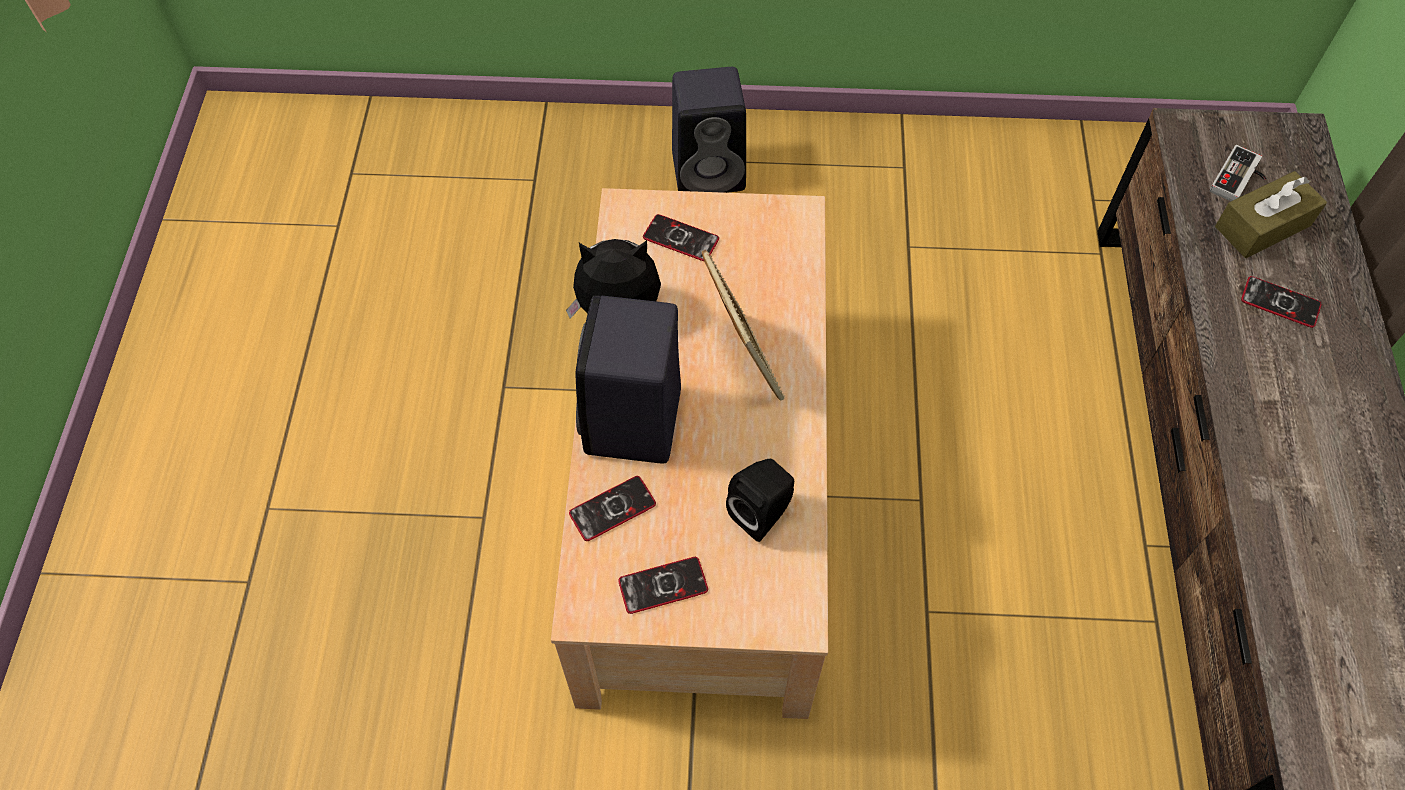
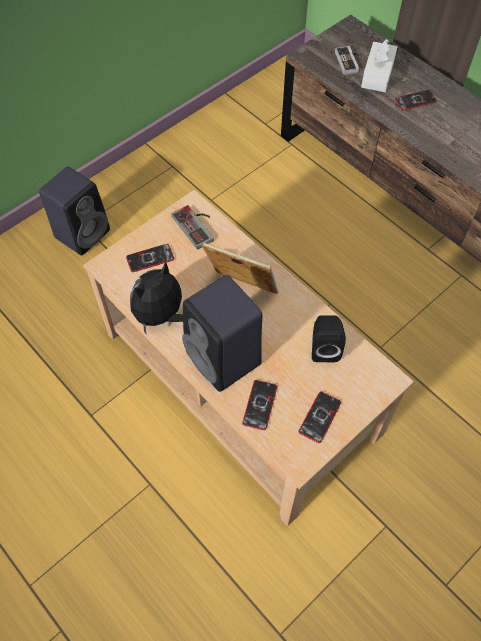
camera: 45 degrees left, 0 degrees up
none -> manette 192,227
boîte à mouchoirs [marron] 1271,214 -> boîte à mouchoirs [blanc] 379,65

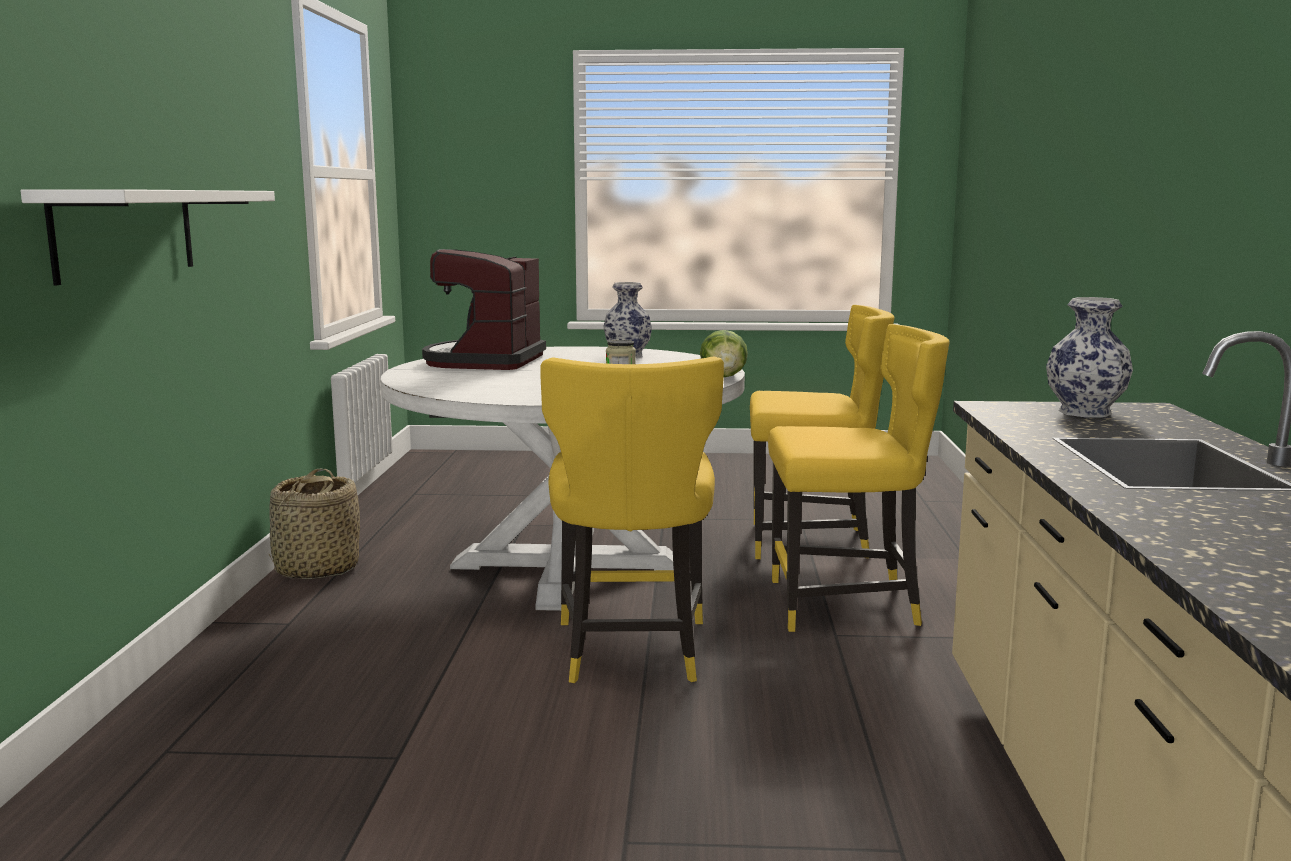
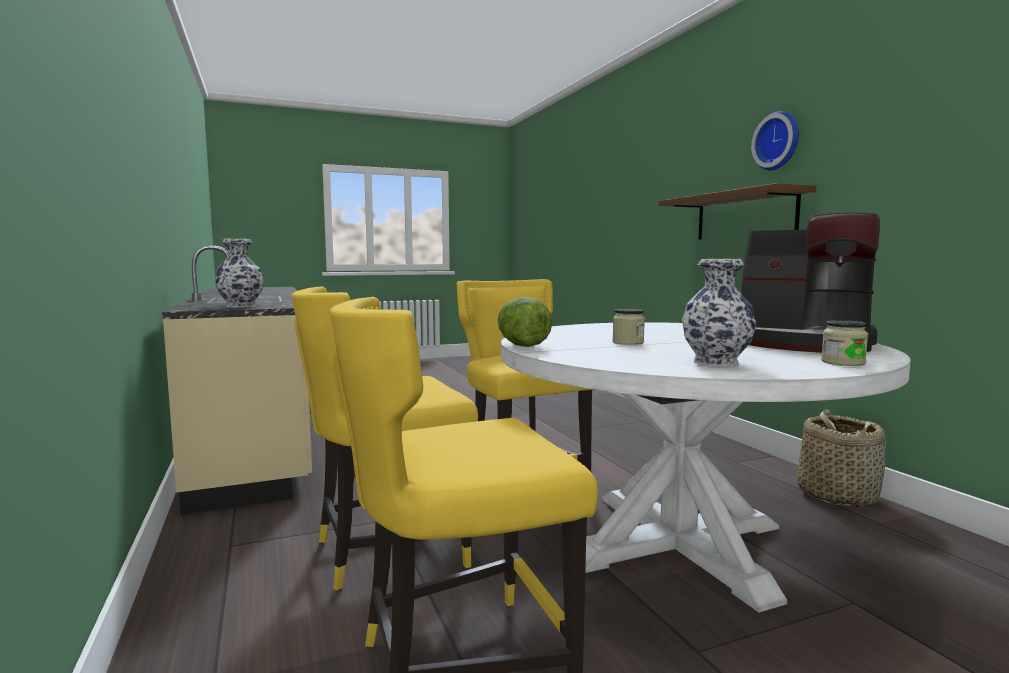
camera: 155 degrees right, 5 degrees down
none -> horloge murale 775,140
none -> bocal 844,343
étagère [blanc] 147,237 -> étagère [marron] 737,211
machine à café 484,309 -> machine à café 810,282, 135 degrees clockwise

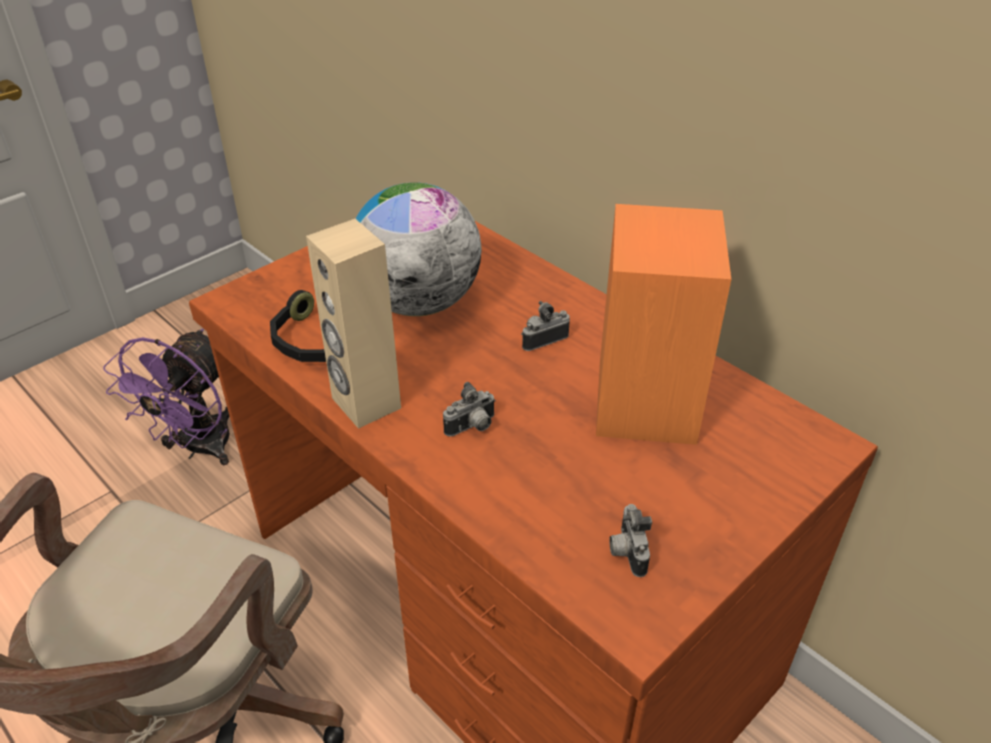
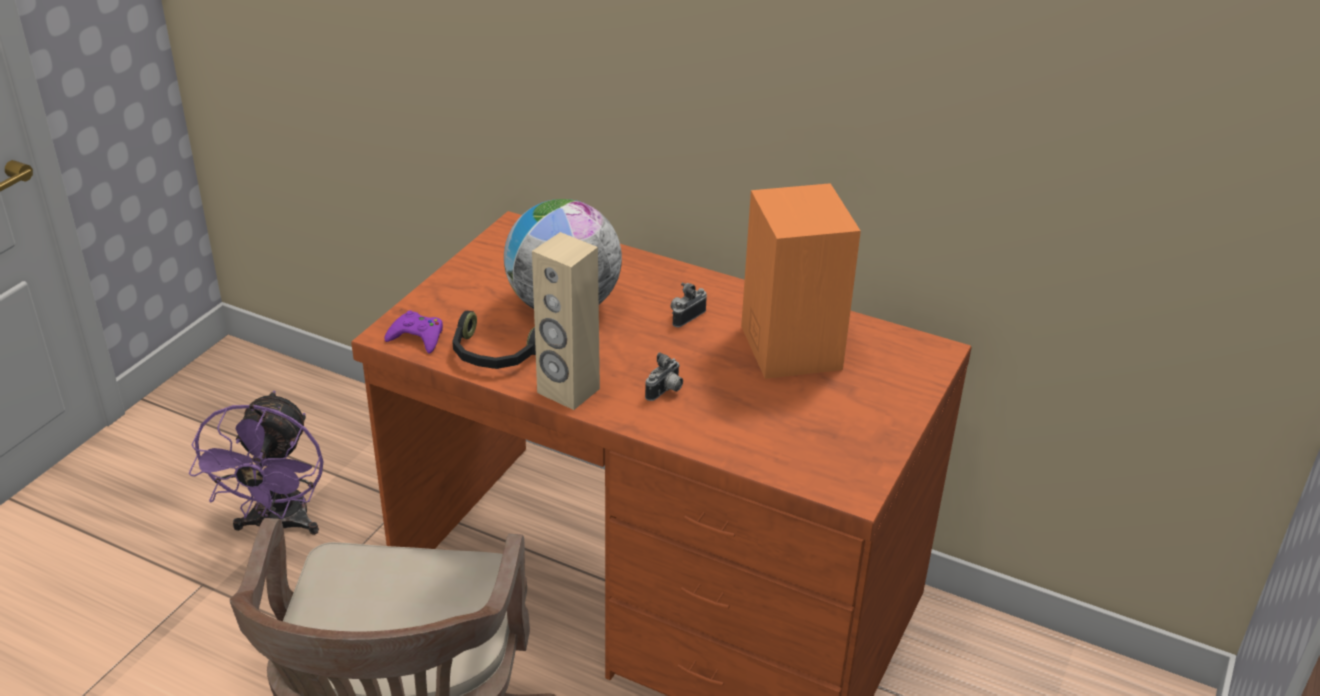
camera: 20 degrees left, 5 degrees down
appareil photo 630,540 -> none
none -> manette [violet] 413,331

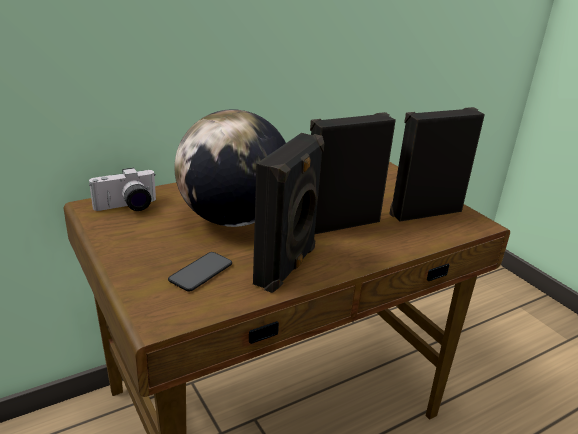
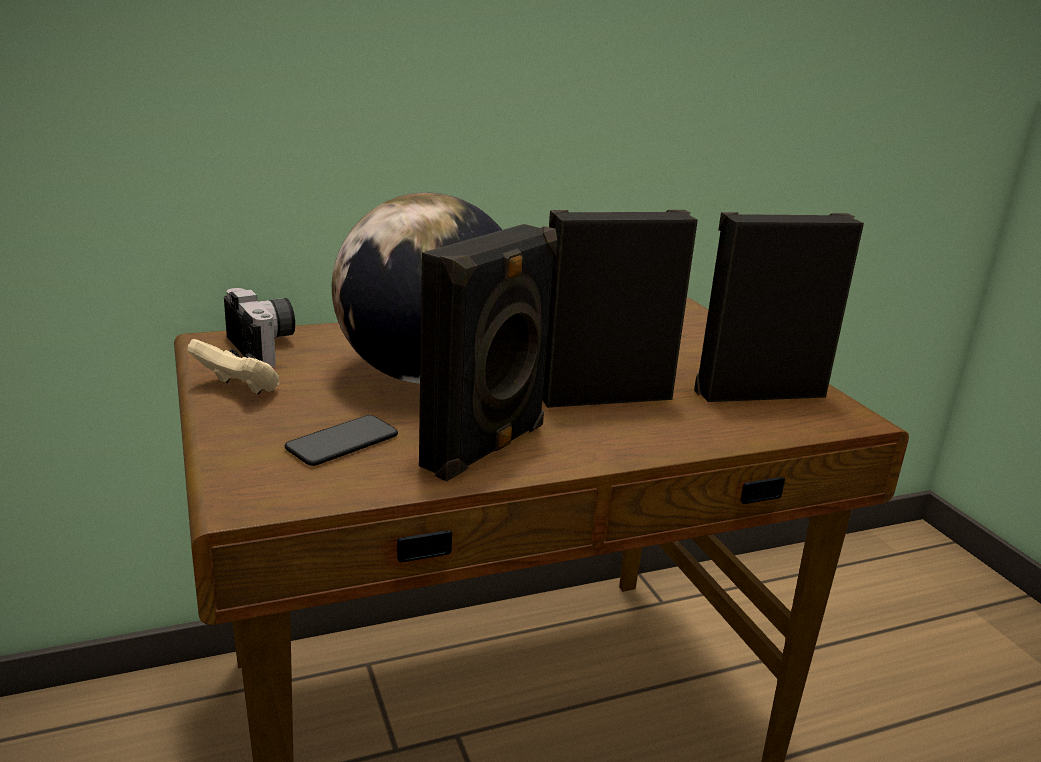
camera: 10 degrees right, 5 degrees down
none -> manette [beige] 233,366
appareil photo 122,189 -> appareil photo 259,327, 105 degrees counterclockwise

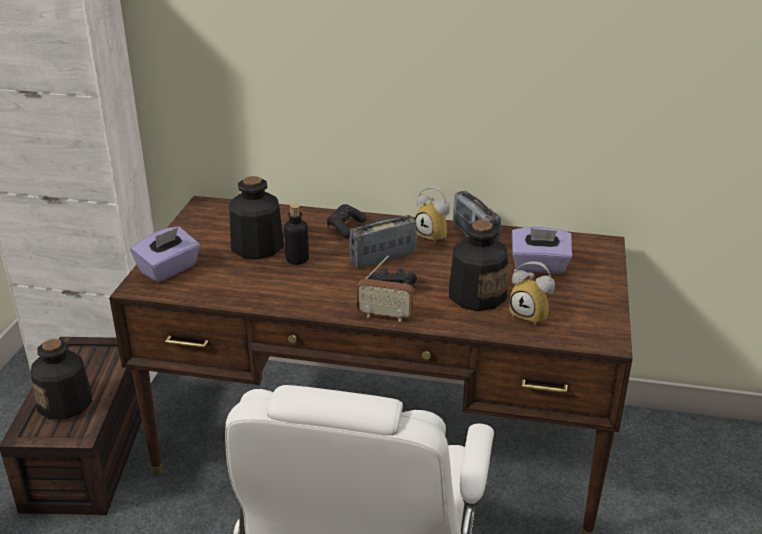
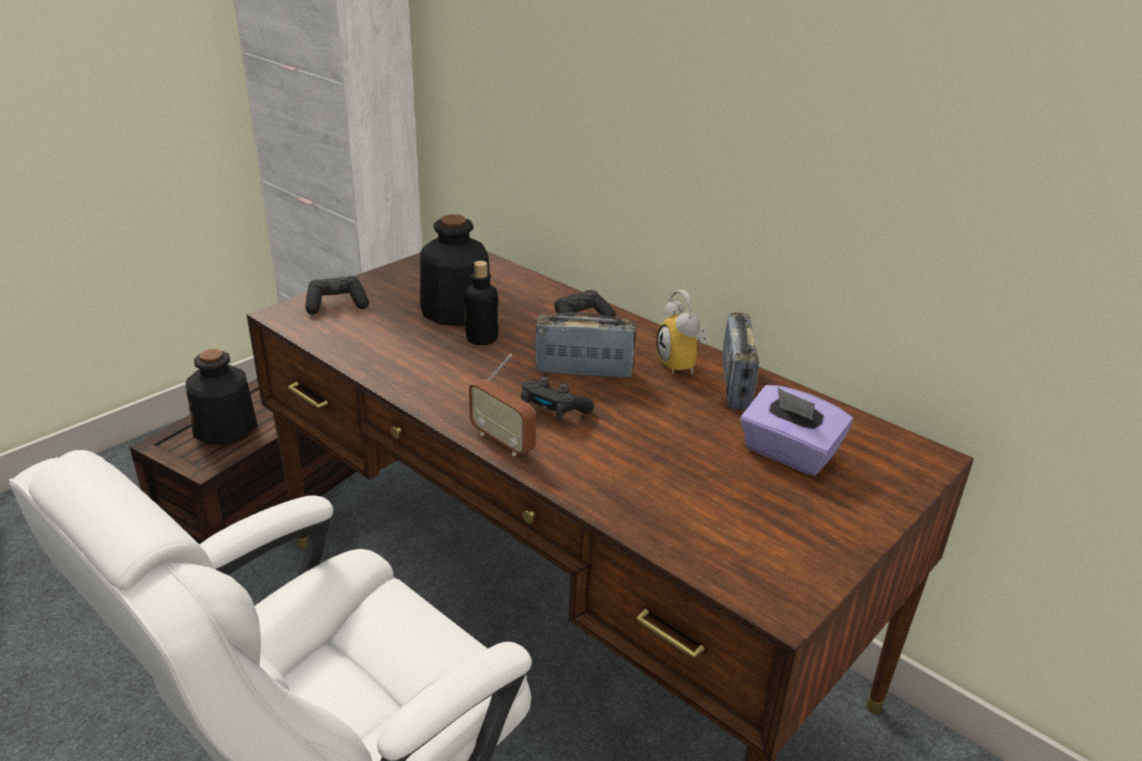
camera: 30 degrees right, 0 degrees up
bouteille 478,265 -> none
réveil 532,293 -> none
boîte à mouchoirs [violet] 165,254 -> manette [noir] 337,295

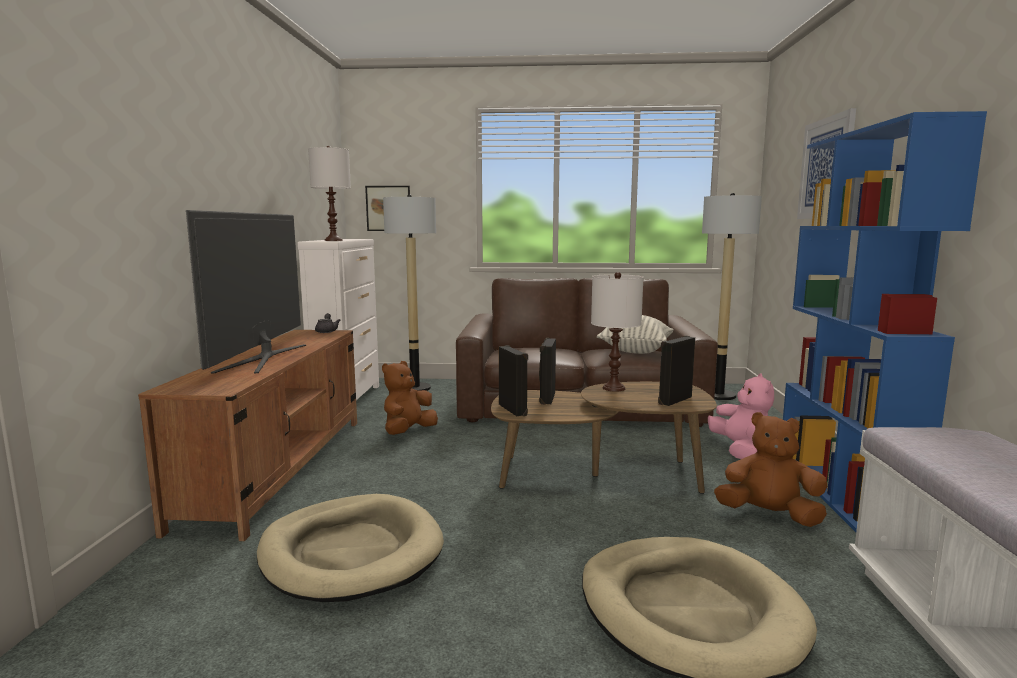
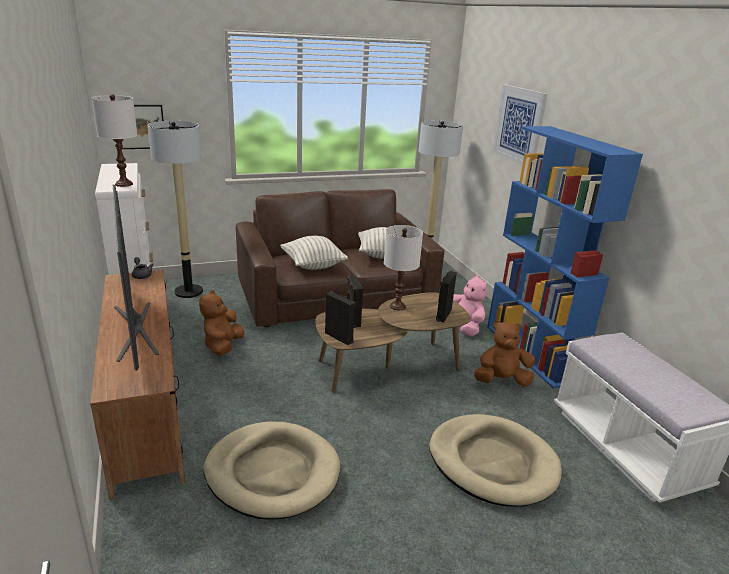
camera: 25 degrees left, 15 degrees up
none -> coussin 314,253

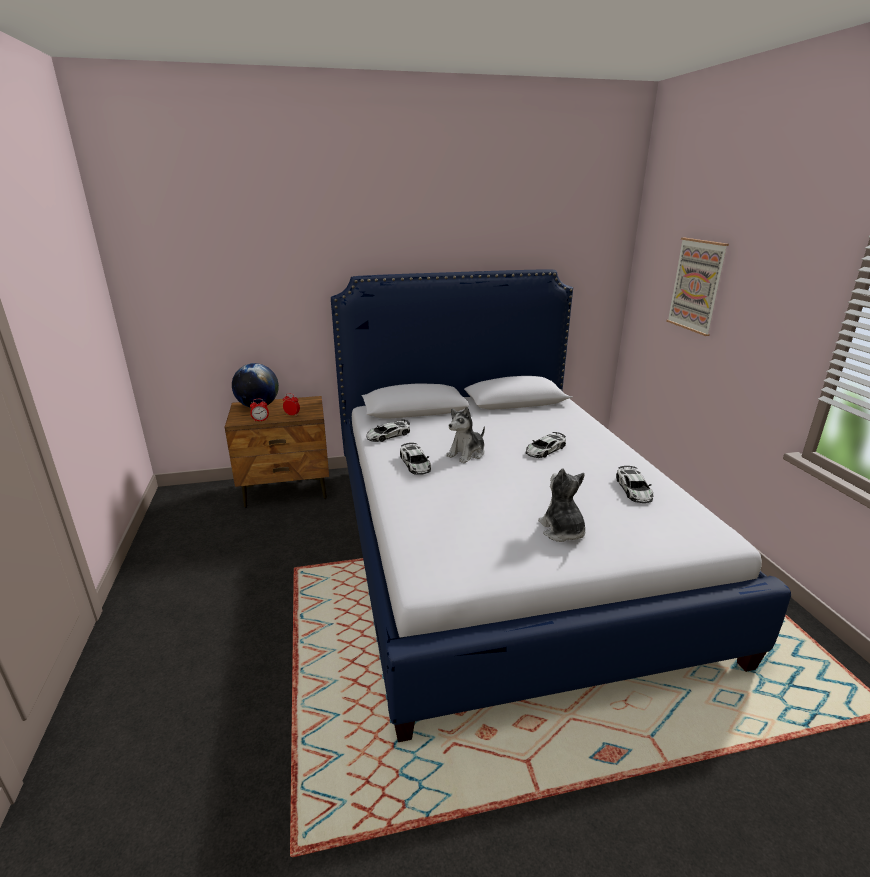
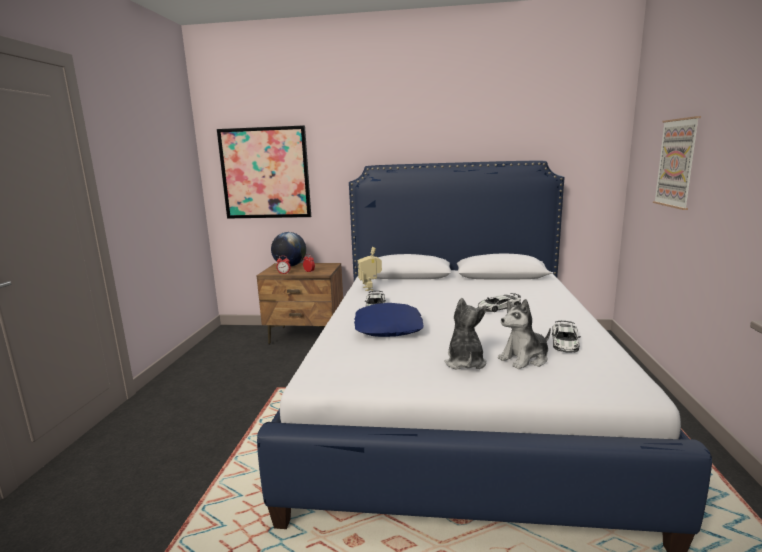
camera: 20 degrees right, 10 degrees down
none -> tableau 264,171
none -> coussin [bleu] 389,320
peluche 465,435 -> peluche 524,334, relocated
petite voiture 388,430 -> robot jouet 370,269

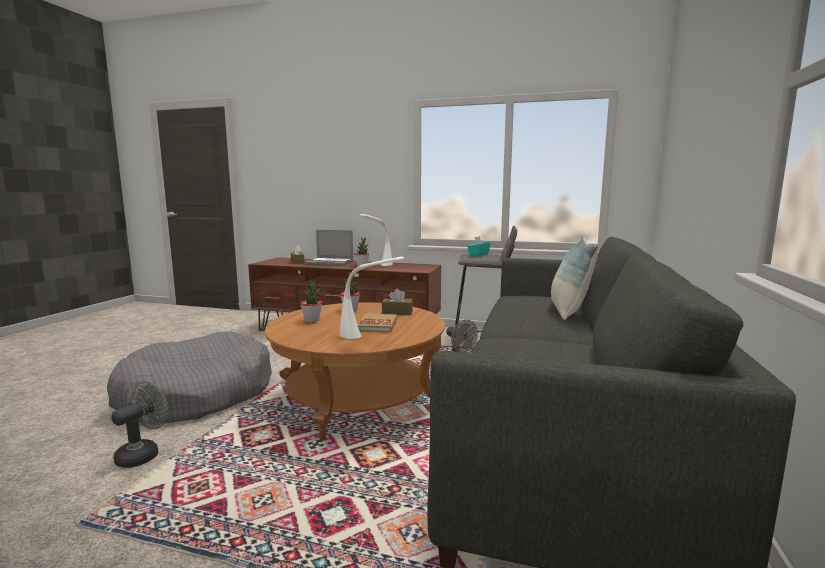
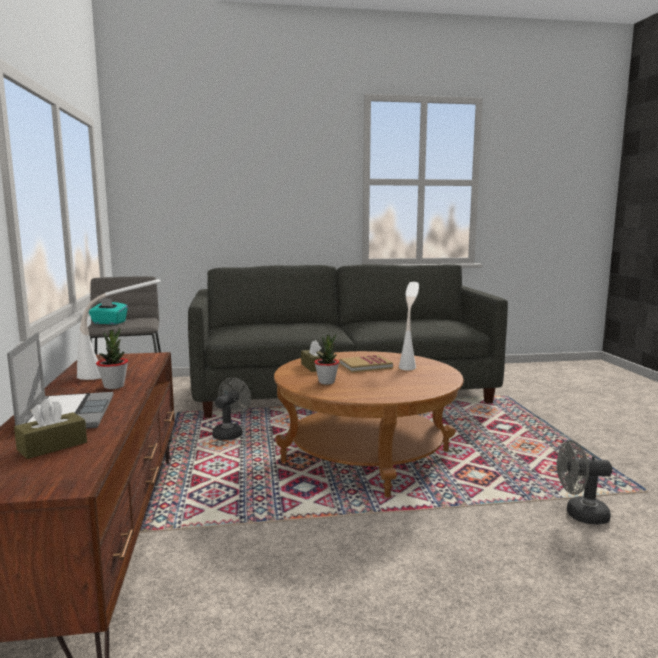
camera: 115 degrees left, 0 degrees up
panier pour chien [gris] 189,378 -> none
plante en pot 311,301 -> none
coussin 574,278 -> none

